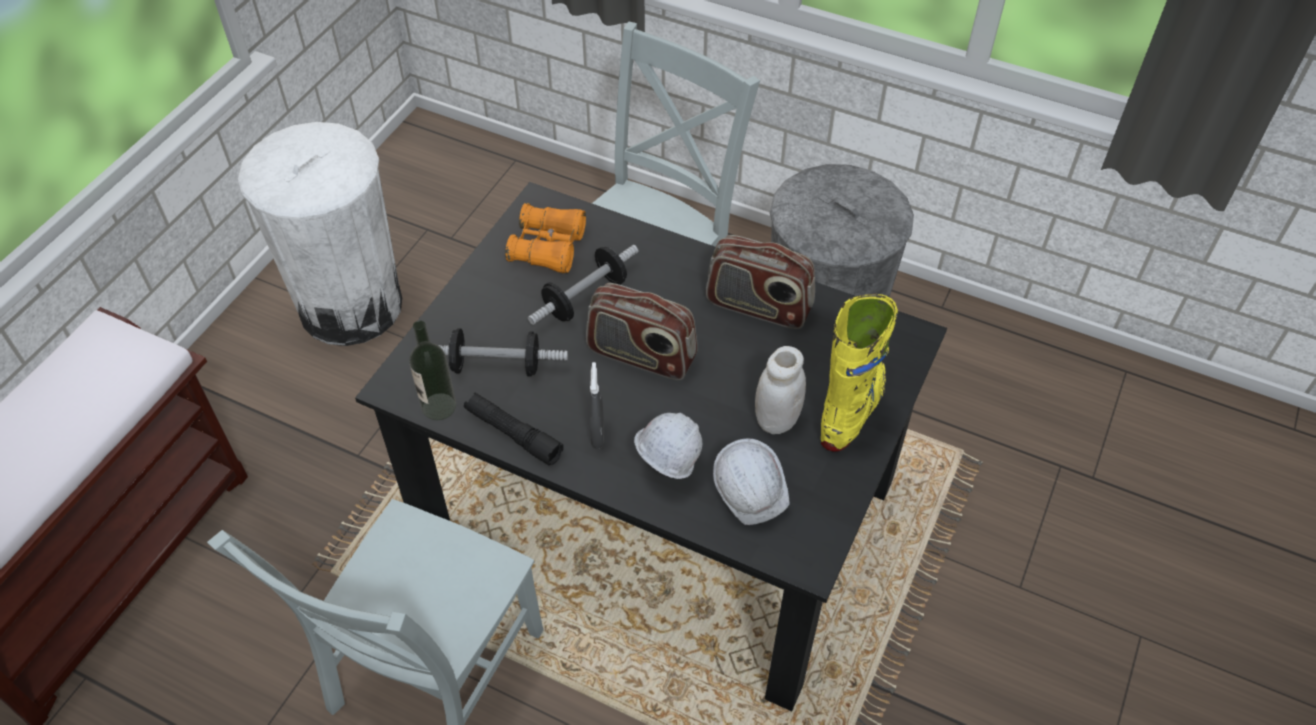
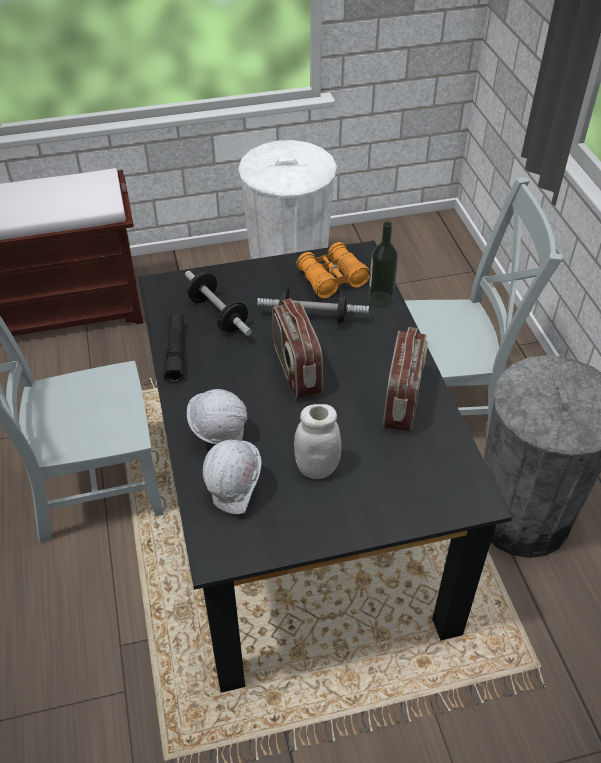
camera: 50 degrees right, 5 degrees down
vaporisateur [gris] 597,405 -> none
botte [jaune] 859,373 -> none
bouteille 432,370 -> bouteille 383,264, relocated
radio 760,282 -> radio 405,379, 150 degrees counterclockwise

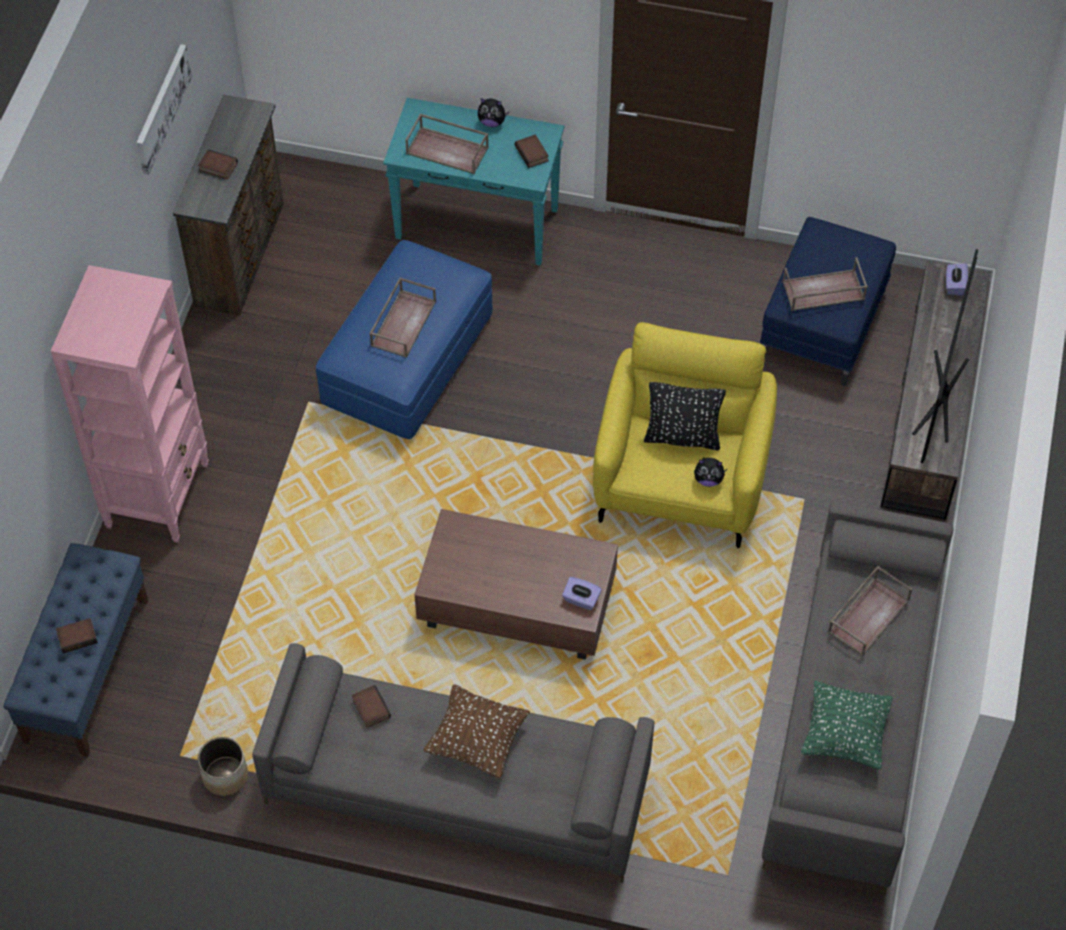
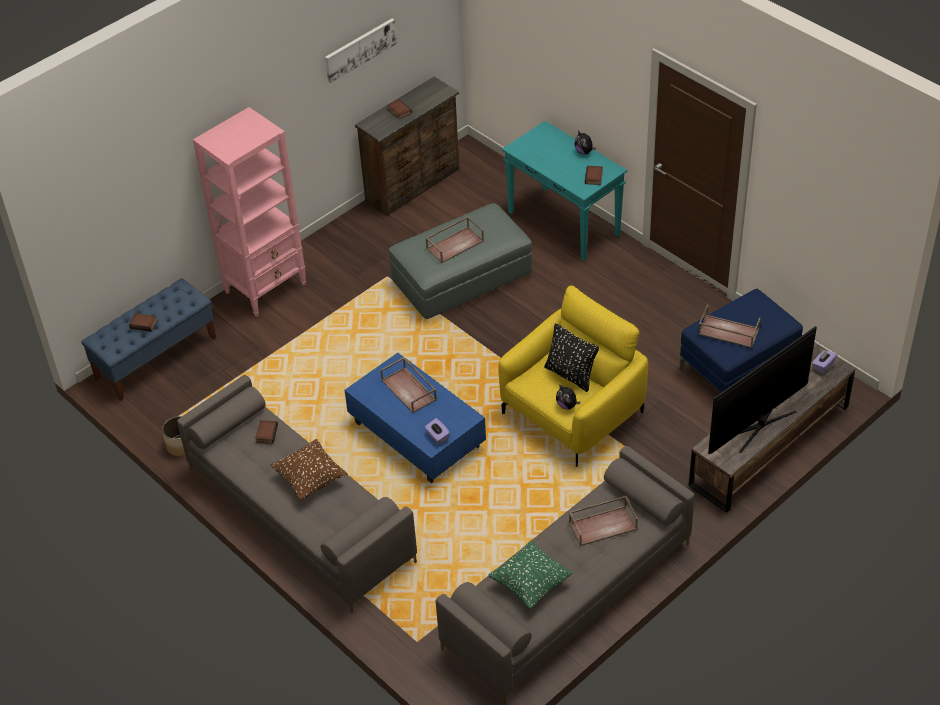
camera: 35 degrees right, 10 degrees down
plateau [marron] 447,144 -> plateau [marron] 408,385, relocated
pouf [bleu] 404,339 -> pouf [gris] 460,261
table basse [marron] 516,584 -> table basse [bleu] 415,418

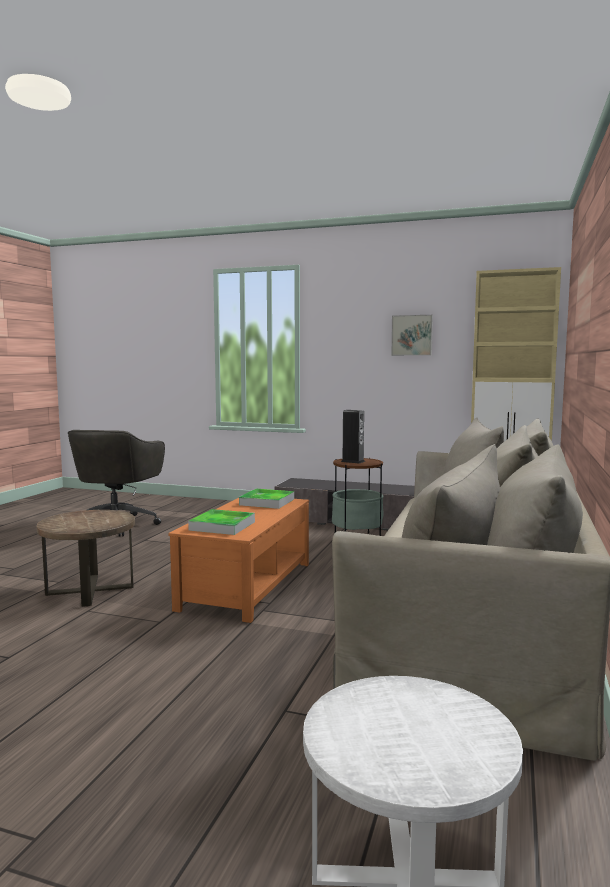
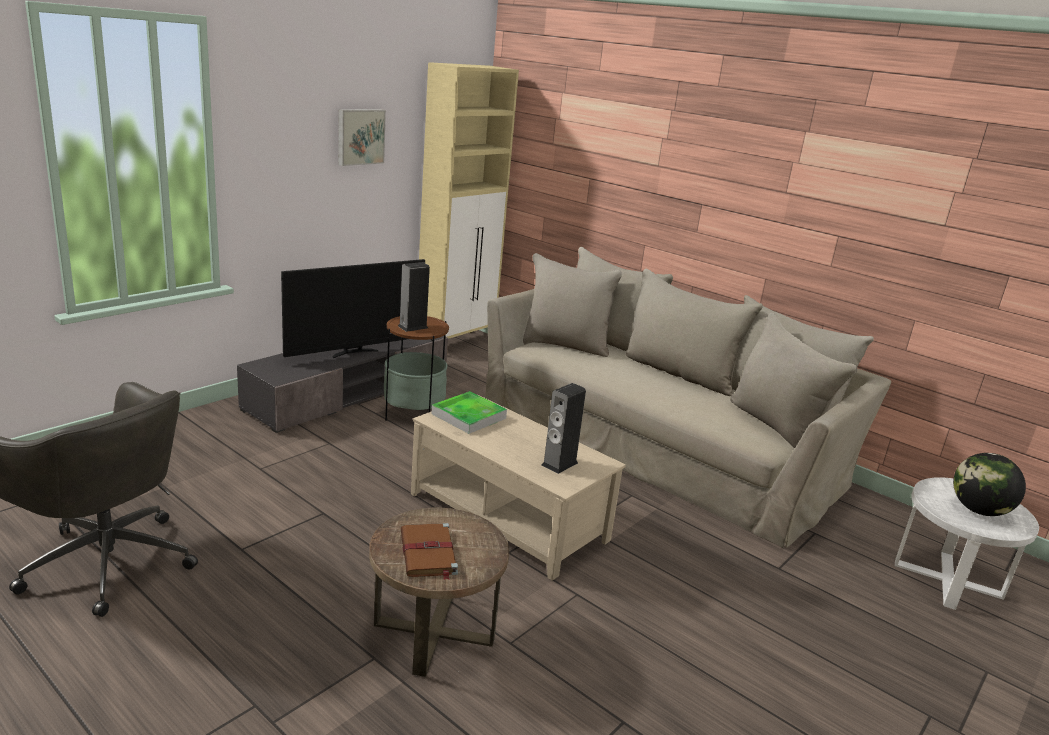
camera: 70 degrees left, 15 degrees up
none -> téléviseur 353,308
none -> livre [marron] 429,551
none -> globe 989,484
plateau 221,522 -> enceinte 564,428
table basse [orange] 238,560 -> table basse [beige] 518,487

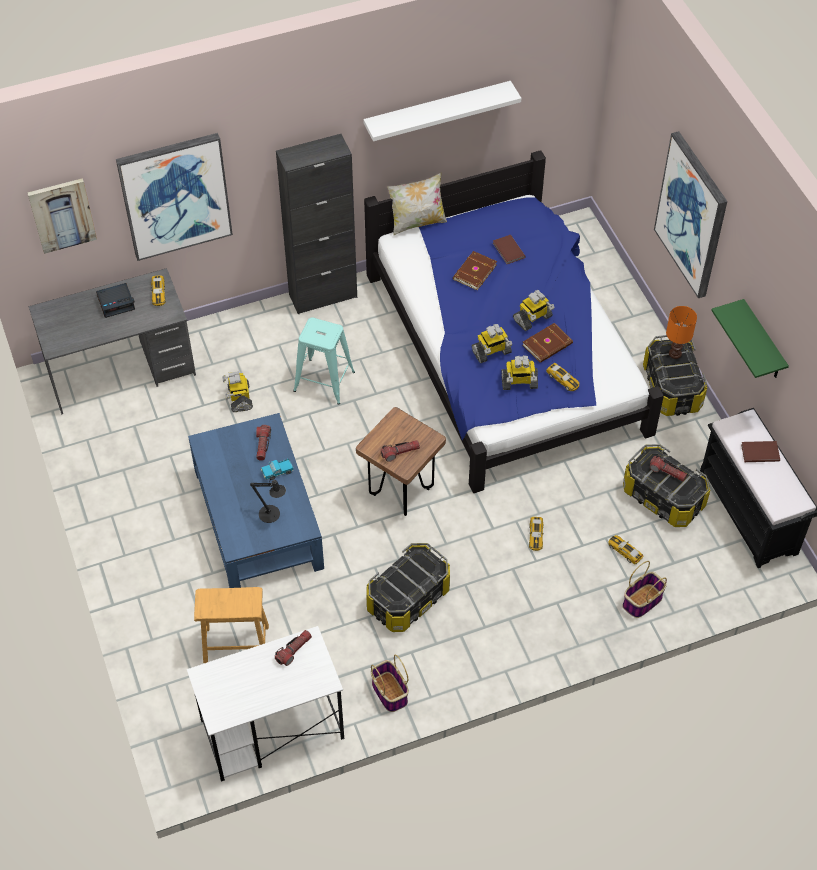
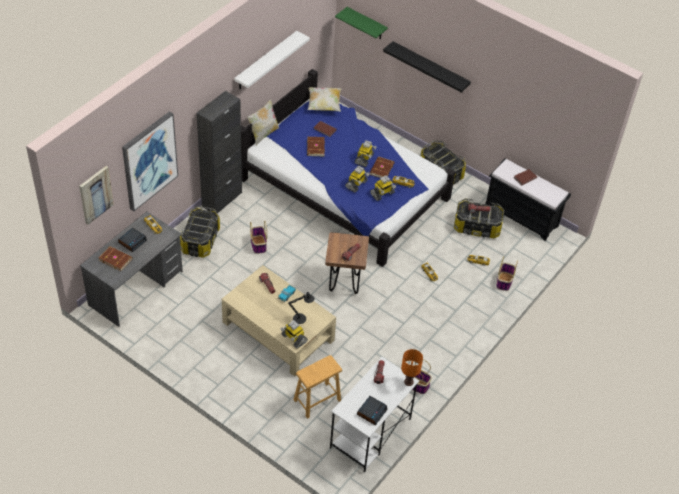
camera: 35 degrees left, 5 degrees down
none -> livre [marron] 116,258
none -> coussin 324,99
none -> réveil 372,410
robot jouet 237,391 -> robot jouet 294,334, relocated
boîte de rangement 408,587 -> boîte de rangement 200,232, relocated
lampe de table [orange] 681,332 -> lampe de table [orange] 412,367, relocated
étagère [vert] 750,338 -> étagère [vert] 361,23, relocated
tabouret [turquoise] 324,361 -> panier 258,237
tableau 690,214 -> étagère [noir] 427,67
table basse [bleu] 256,500 -> table basse [beige] 279,321

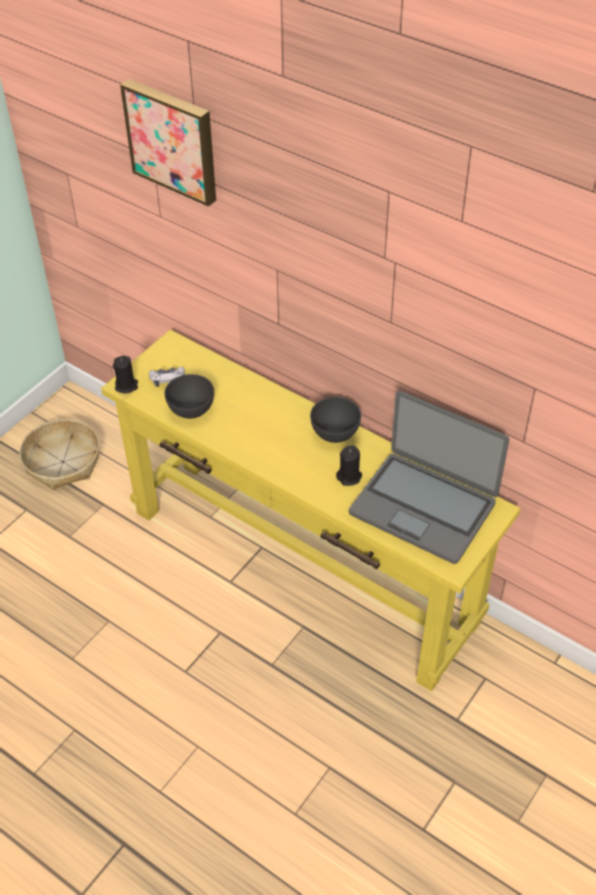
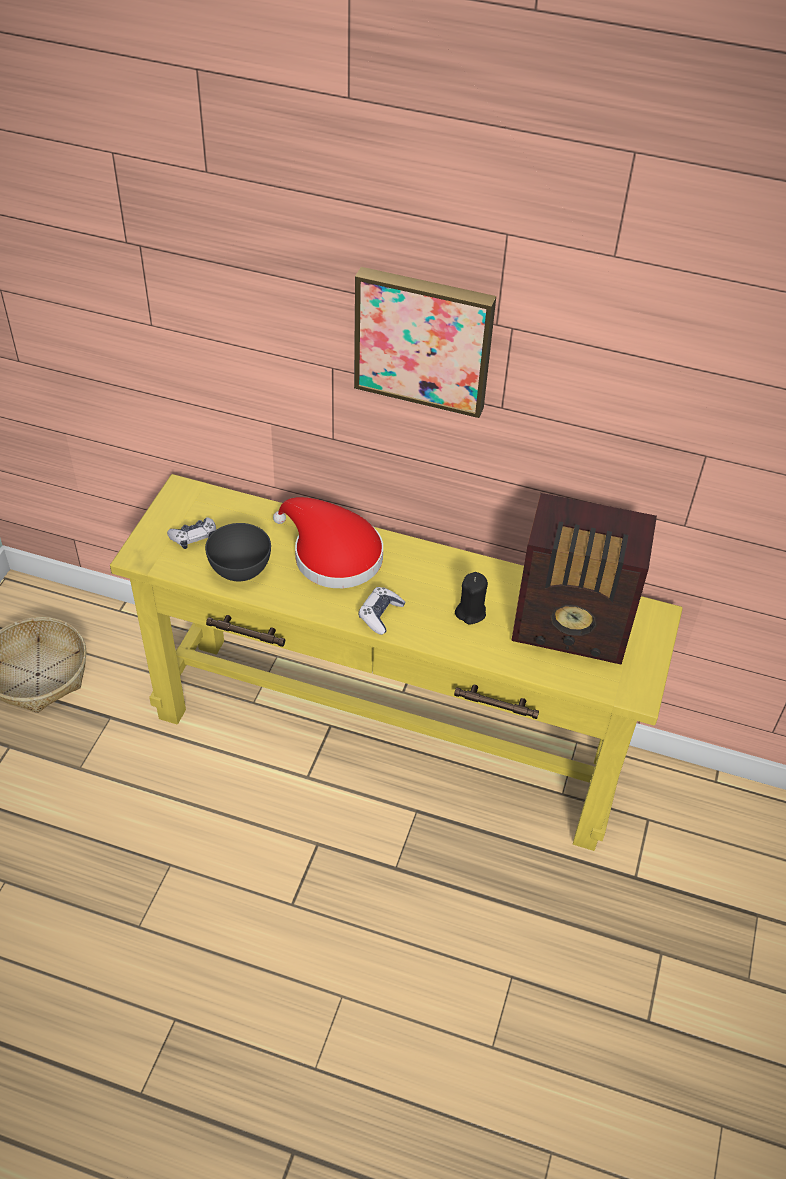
camera: 20 degrees left, 0 degrees up
bougie [noir] 125,375 -> none
bol [gris] 335,420 -> none
none -> chapeau [rouge] 328,542
none -> manette 382,611
tableau 168,143 -> tableau 425,342, relocated
ordinateur portable 429,477 -> radio 584,579

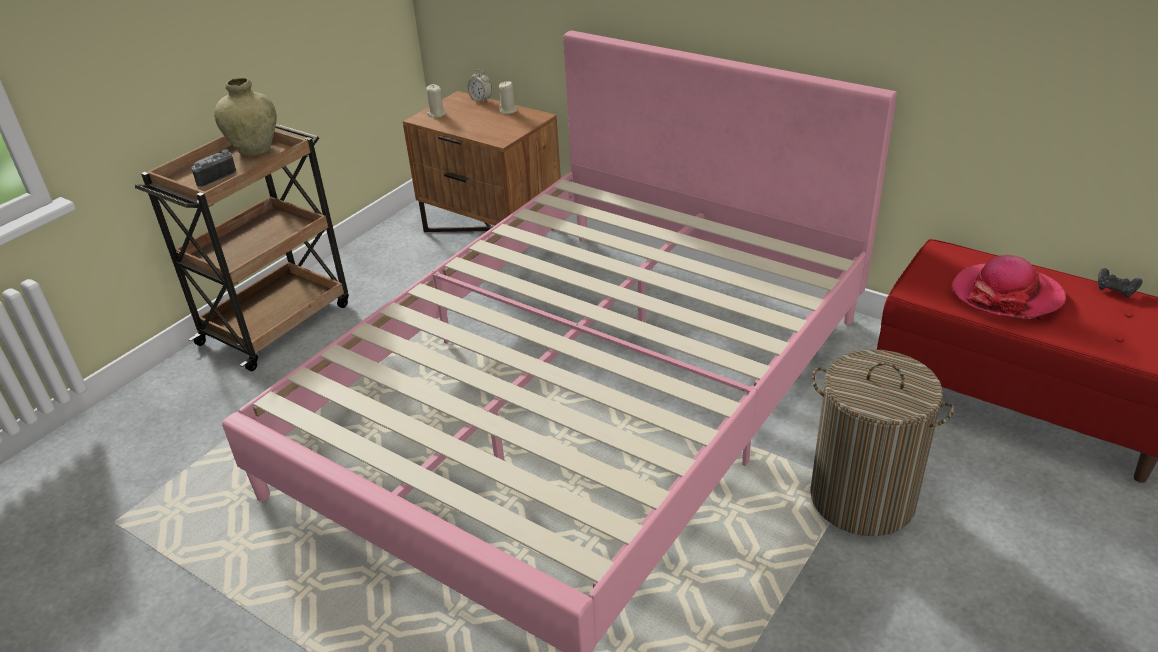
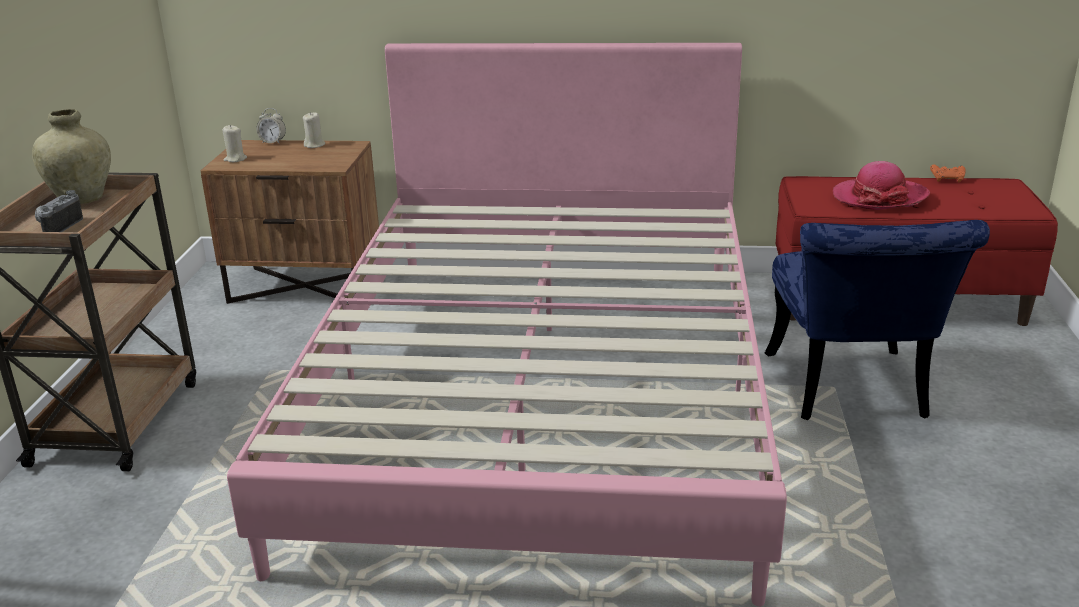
camera: 30 degrees left, 10 degrees down
panier à linge 882,442 -> chaise [bleu] 877,320
manette [noir] 1120,283 -> manette [orange] 948,174

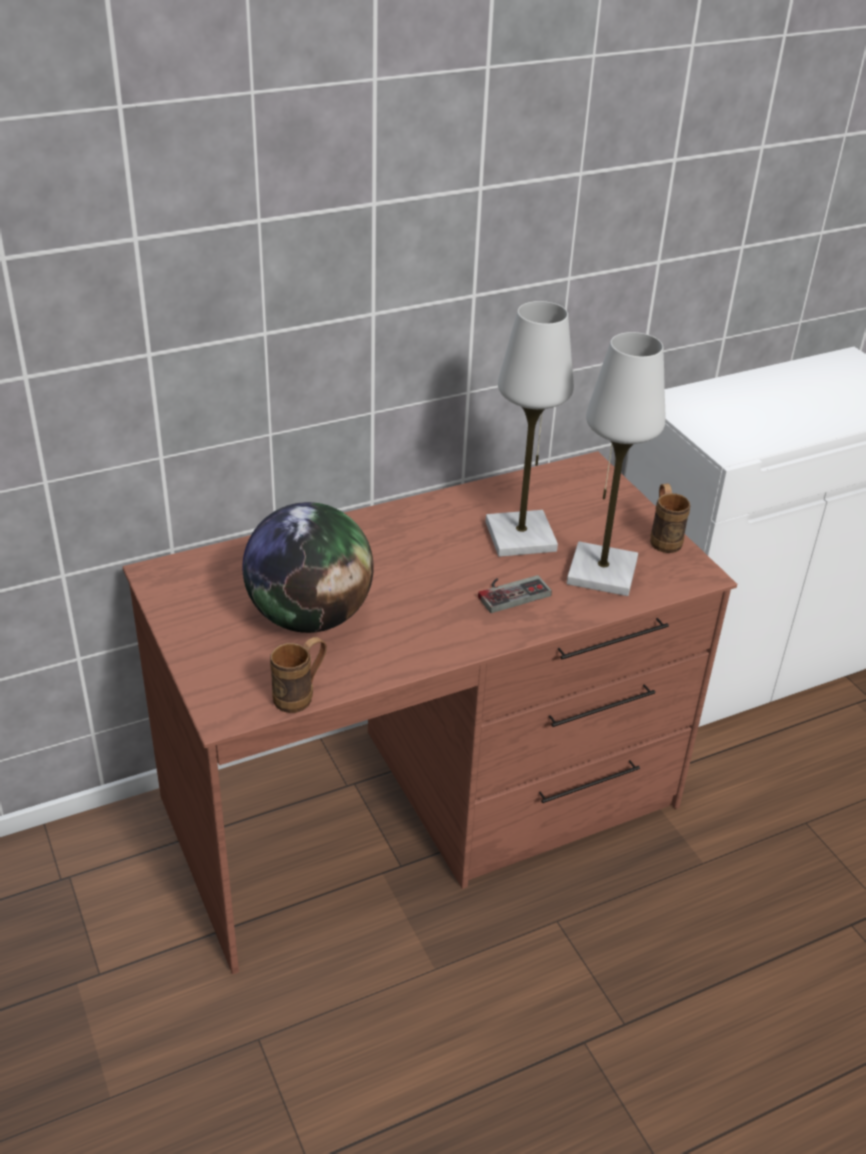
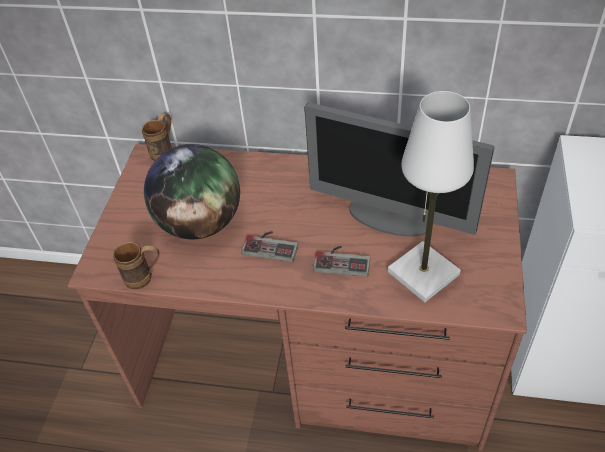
camera: 40 degrees right, 10 degrees up
none -> manette 269,246
mug [marron] 670,518 -> mug [marron] 157,137, relocated
lampe de table [blanc] 530,429 -> écran d'ordinateur 399,169

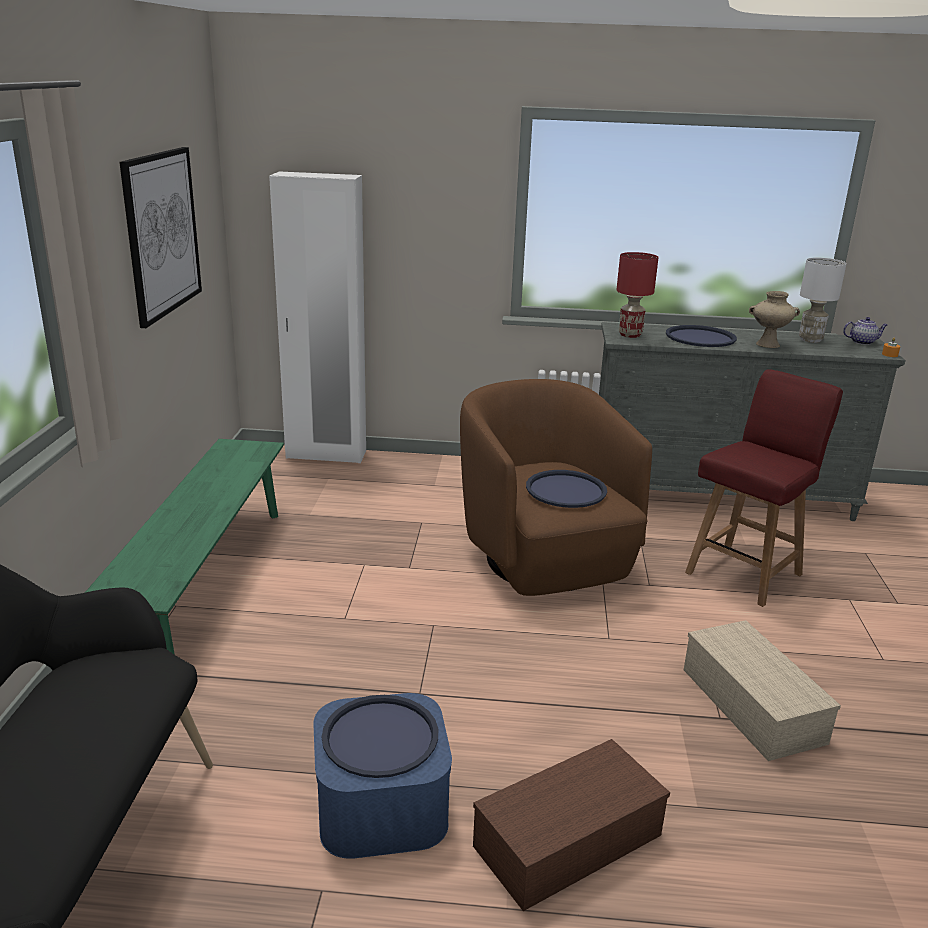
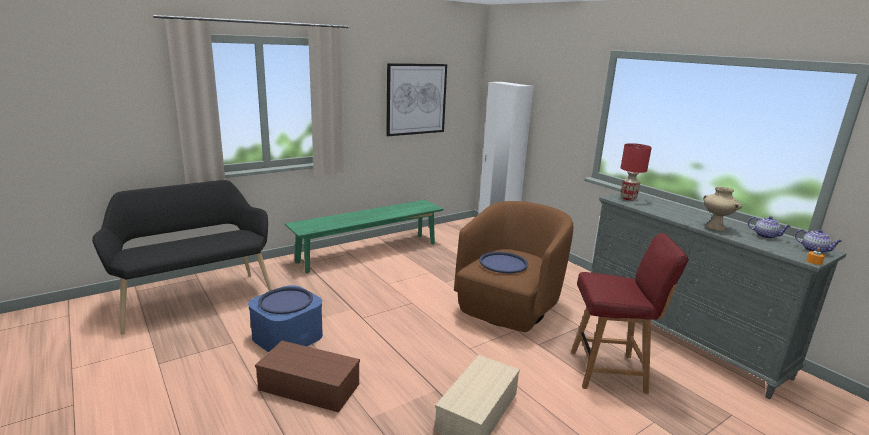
camera: 50 degrees right, 5 degrees down
plateau [bleu] 701,336 -> none
lampe de table [blanc] 822,300 -> théière 769,227

